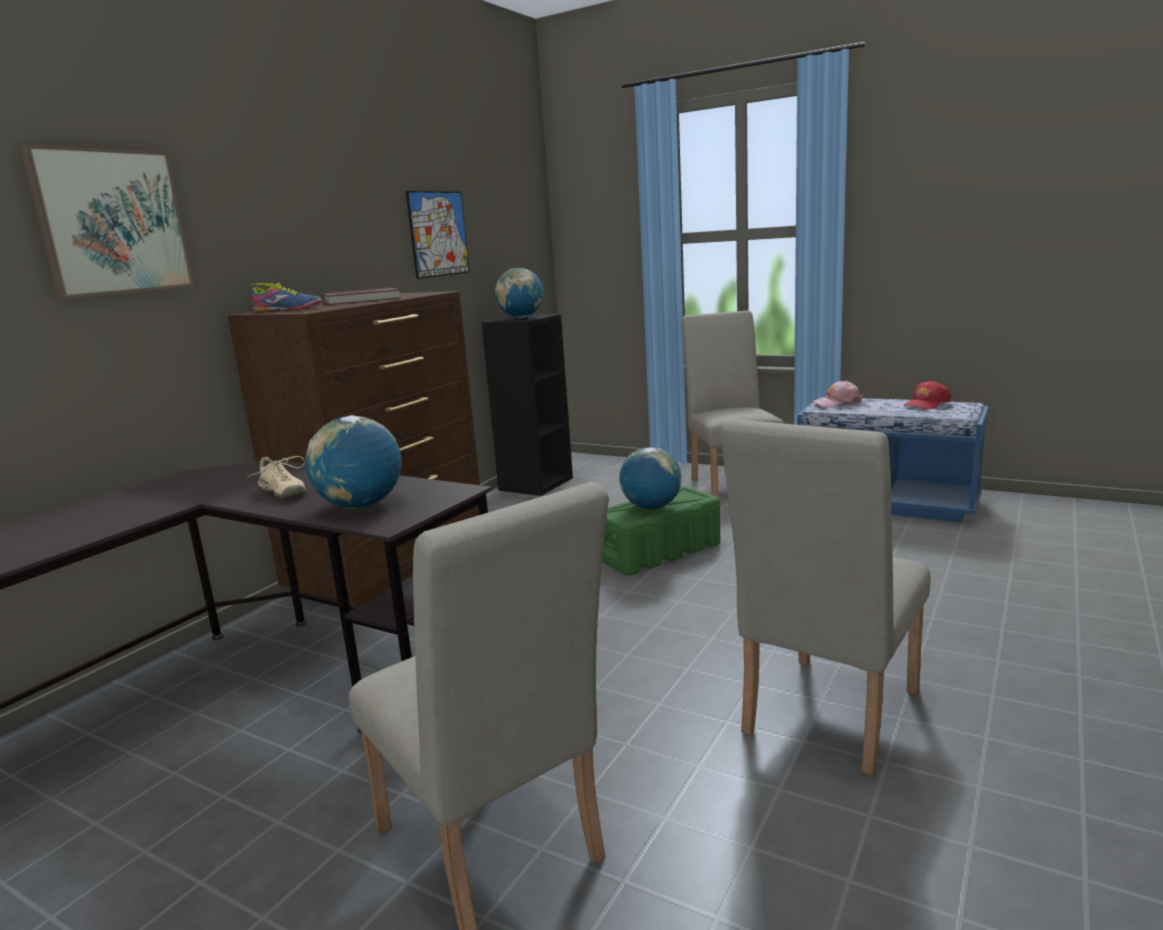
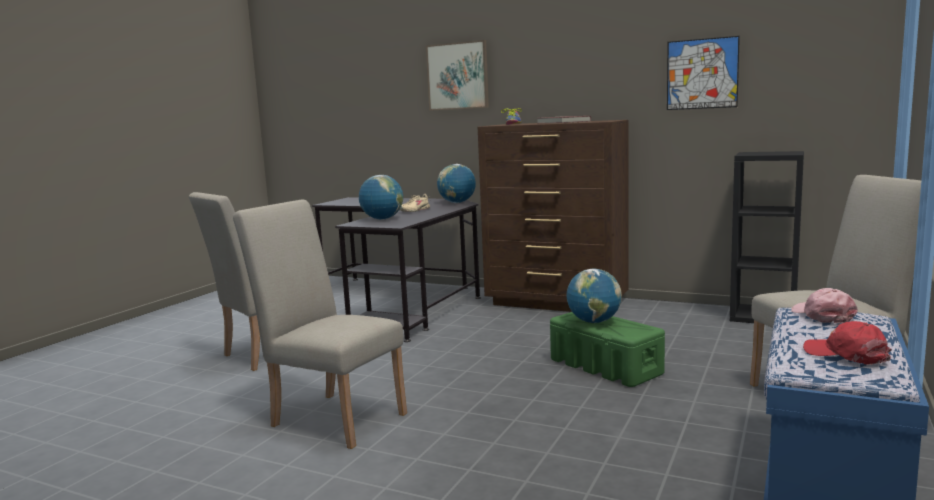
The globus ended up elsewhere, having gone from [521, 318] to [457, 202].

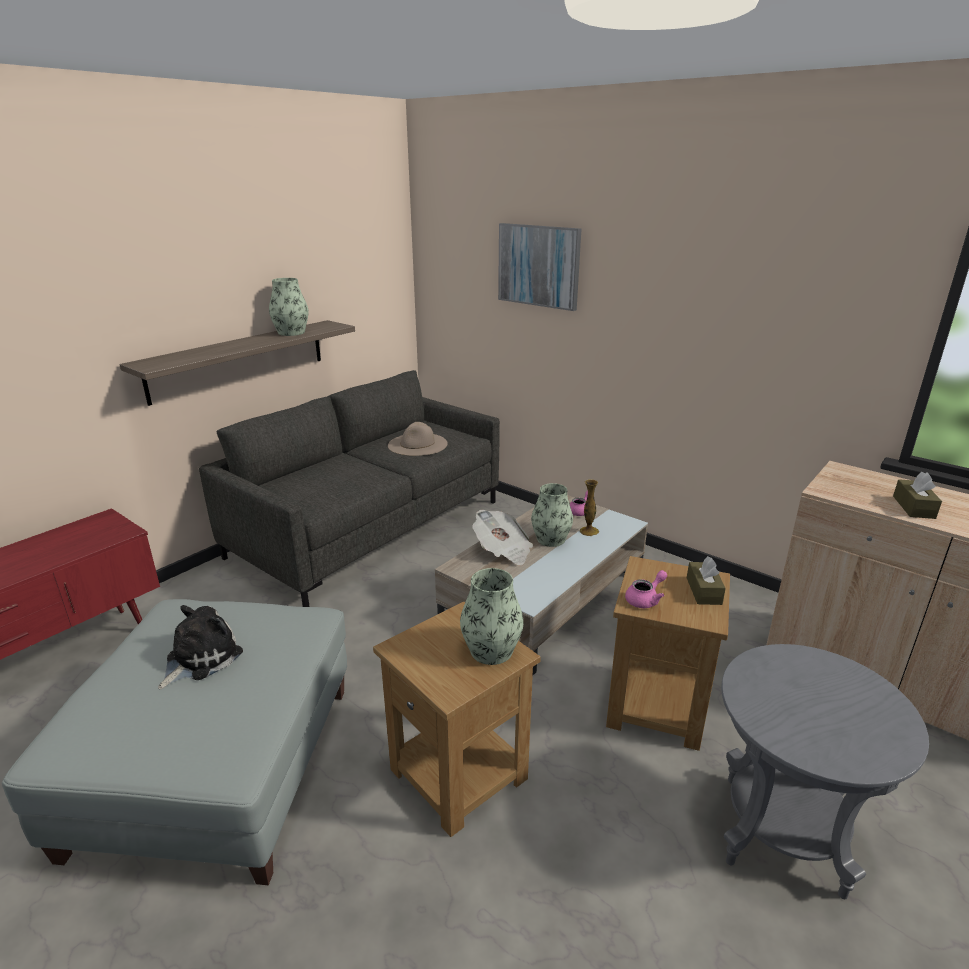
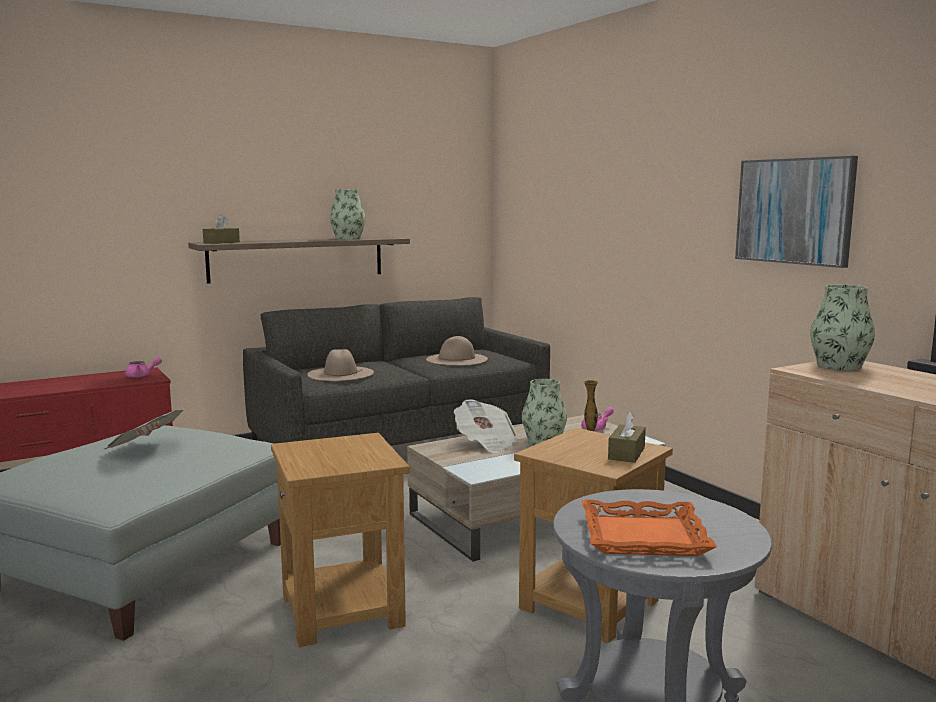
Where the pluszak stood at [200, 658], the gazeta came to stand at [145, 449].
The wazon ended up elsewhere, having gone from [491, 650] to [839, 366].
The obraz ended up elsewhere, having gone from [539, 266] to [794, 211].
The imbryk [różowy] ended up elsewhere, having gone from [645, 599] to [142, 376].
The pudełko chusteczek [brązowy] ended up elsewhere, having gone from [913, 507] to [221, 242].
The second view gained the kapelusz [beżowy] at [340, 373].
The second view gained the taca [pomarańczowy] at [644, 536].

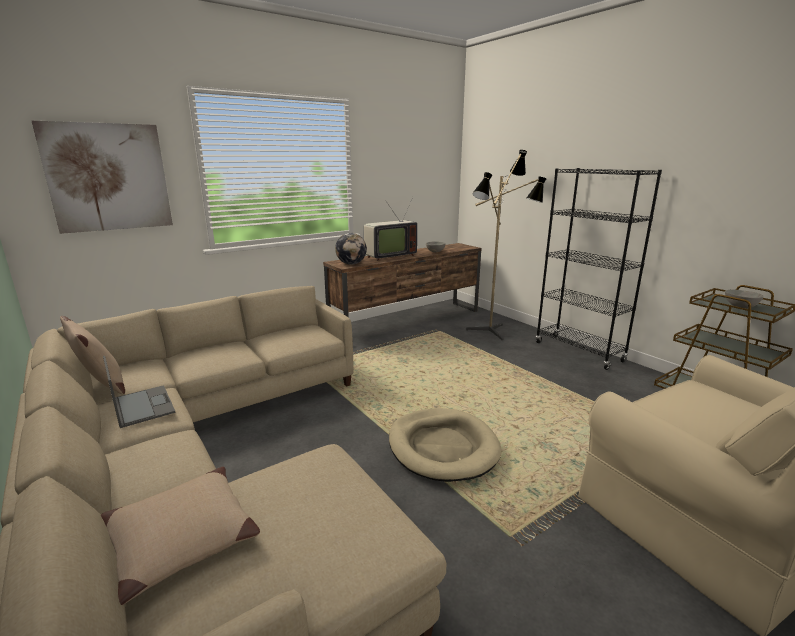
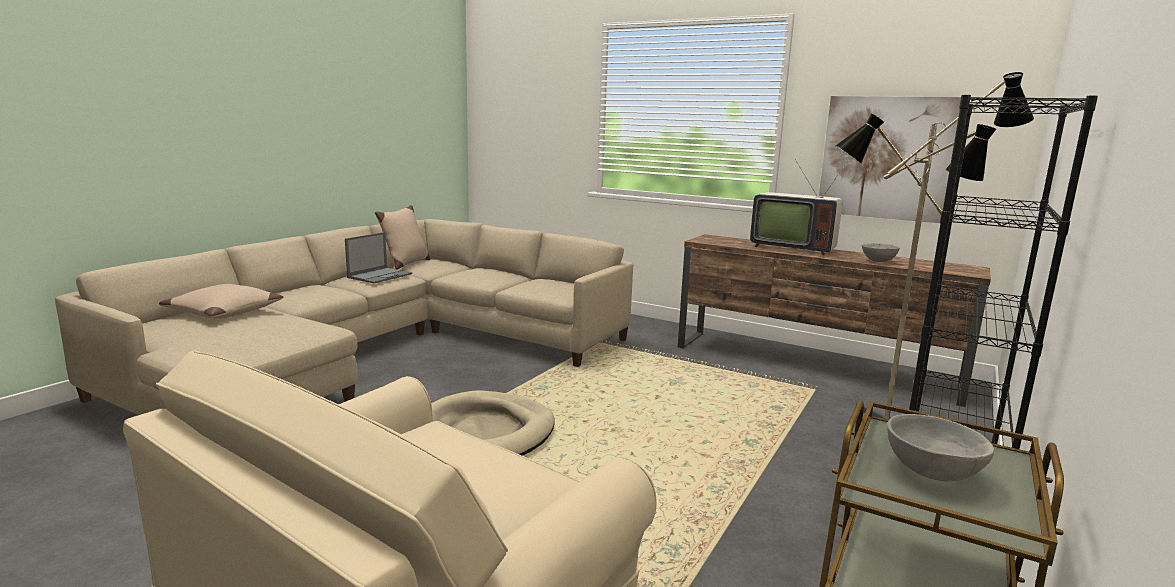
The obraz ended up elsewhere, having gone from [108, 177] to [885, 158].
The second view lost the globus at [351, 264].

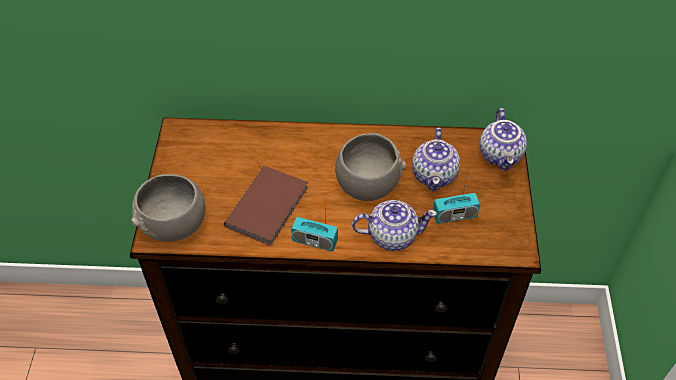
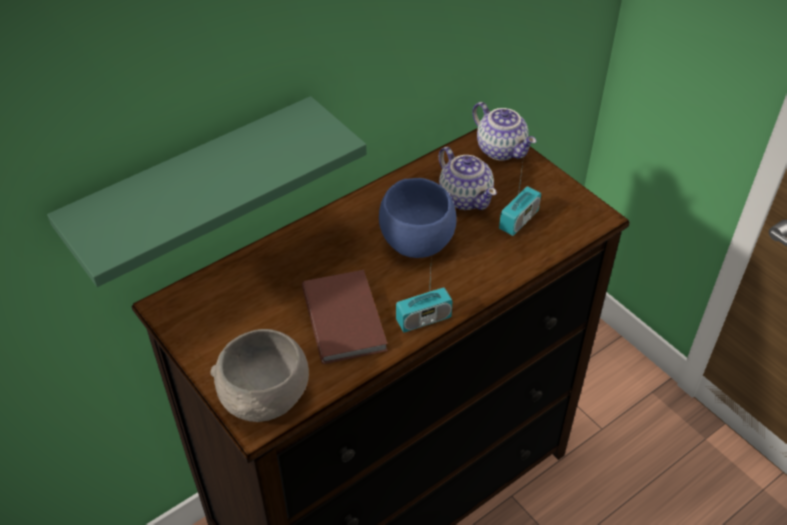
What was the miska [szary] at [368, 184] turned into the miska [niebieski] at [415, 240].
The second view lost the imbryk at [391, 235].
The second view gained the półka [zielony] at [195, 187].

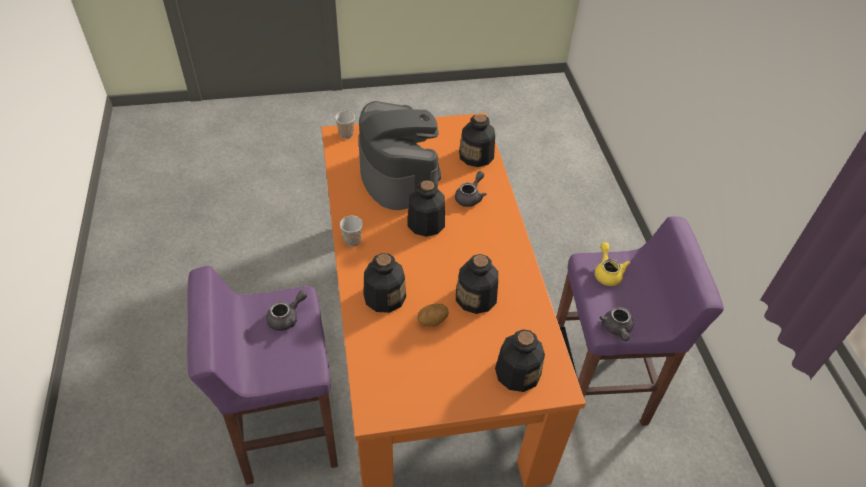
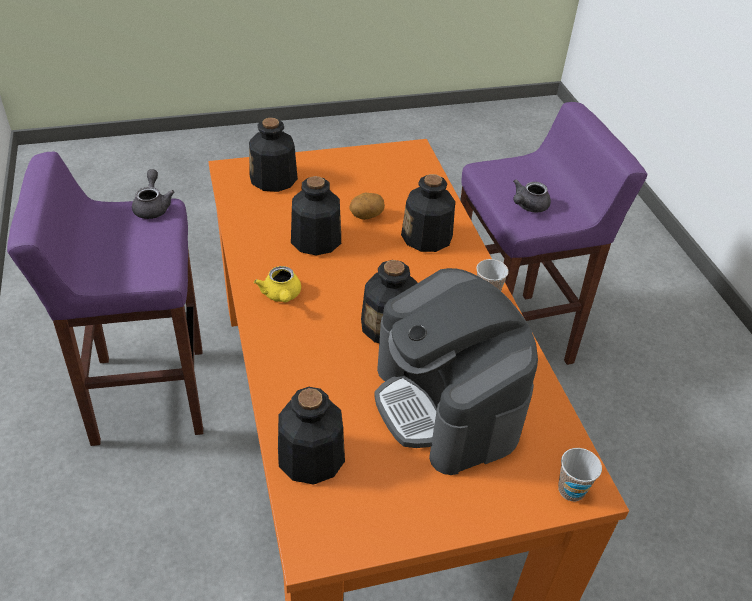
The second view lost the imbryk [szary] at [470, 197].
The imbryk [żółty] ended up elsewhere, having gone from [607, 272] to [281, 296].

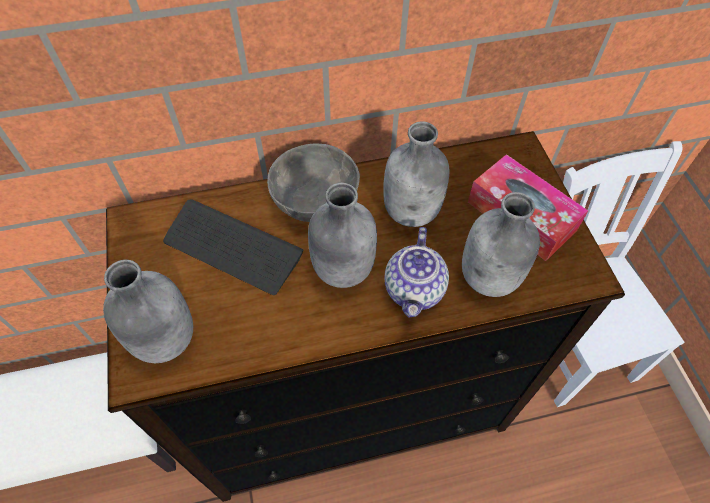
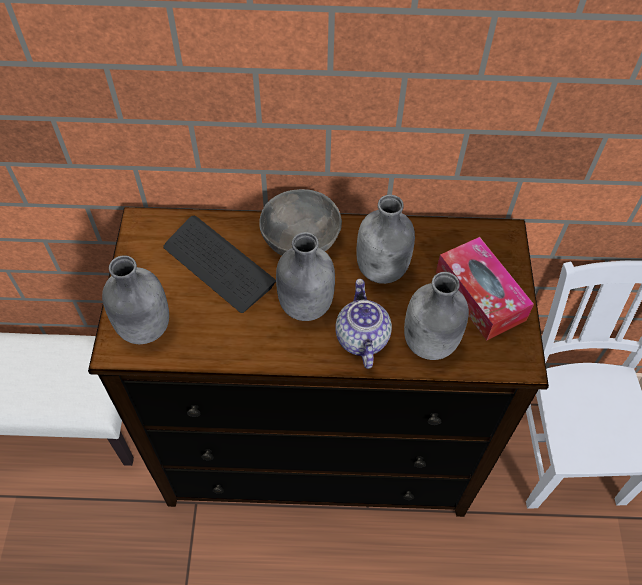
The imbryk at [415, 290] ended up facing another way, 150 degrees clockwise from before.

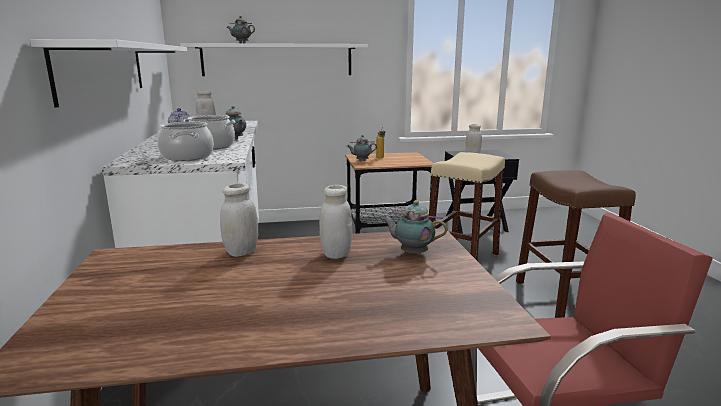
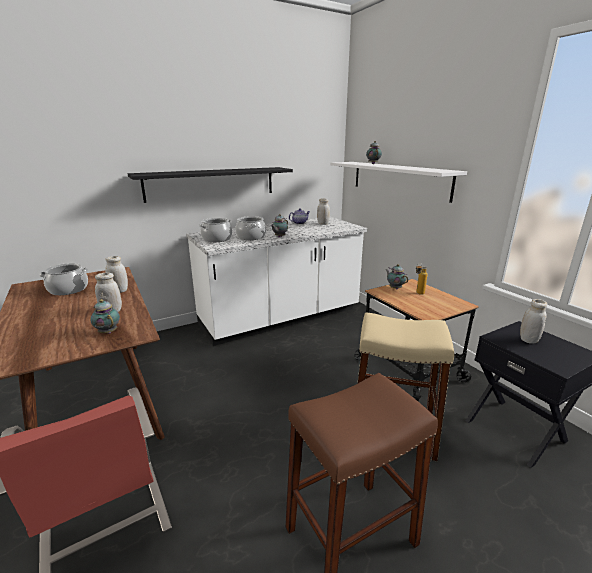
What was the półka [biały] at [104, 70] turned into the półka [czarny] at [211, 183].
The imbryk at [412, 253] ended up facing another way, 45 degrees counterclockwise from before.
The second view gained the garnek at [68, 289].

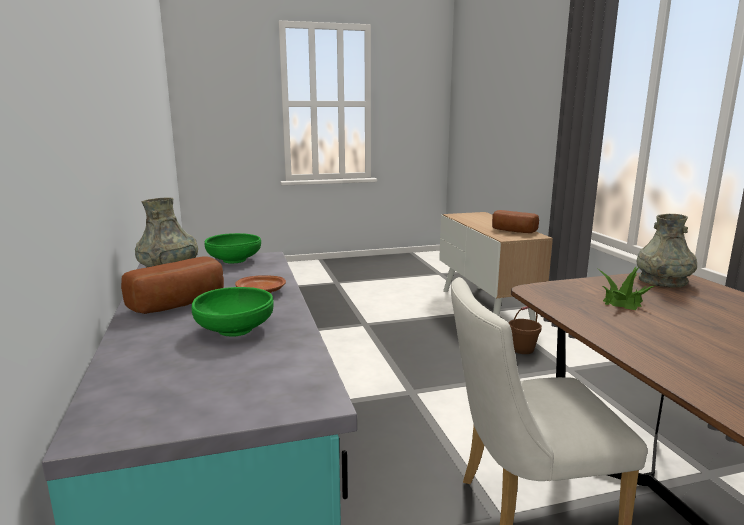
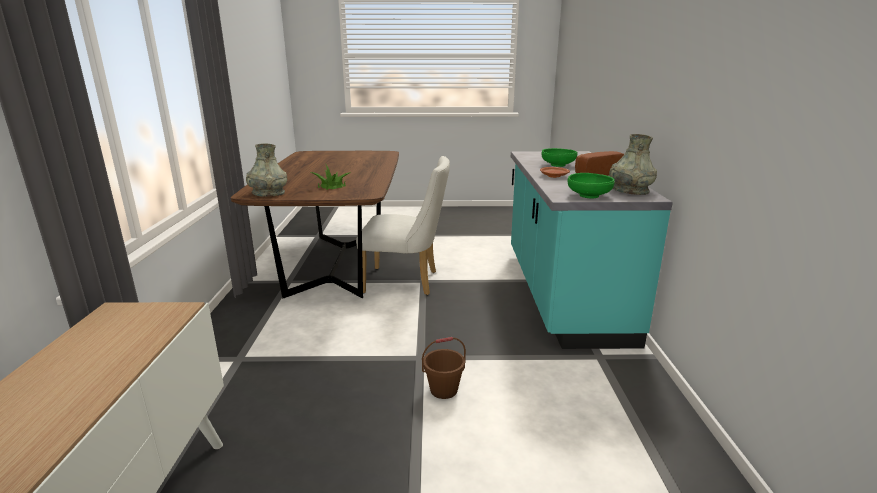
The second view lost the chleb at [512, 231].
The wiadro [brązowy] ended up elsewhere, having gone from [522, 349] to [444, 390].

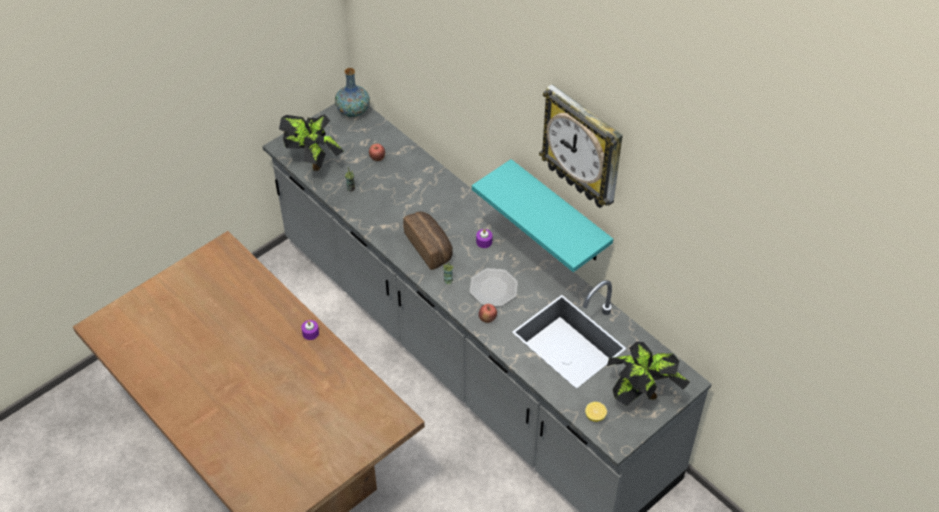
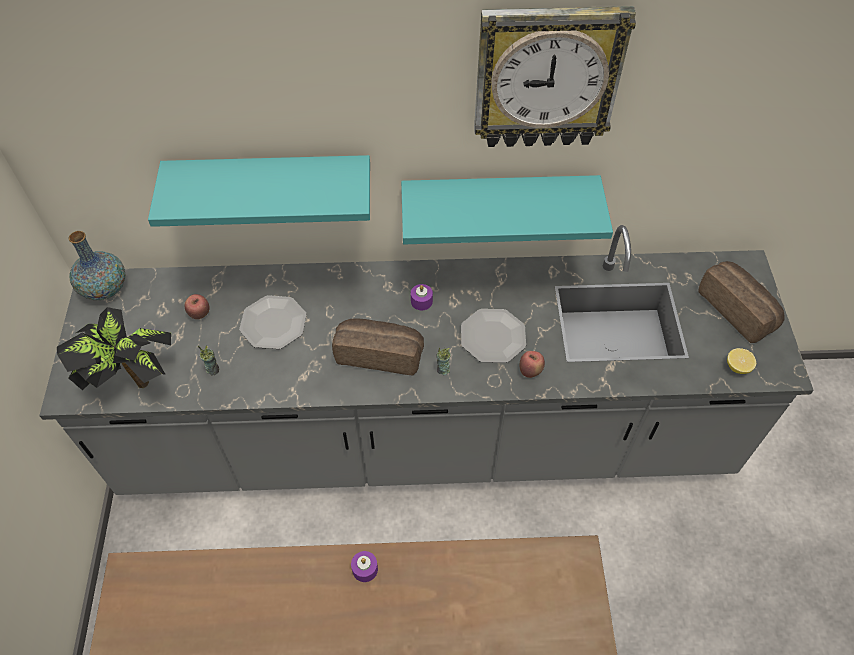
Where the roślina doniczkowa stood at [642, 394], the chleb came to stand at [738, 309].
The second view gained the półka [turkusowy] at [270, 182].
The second view gained the talerz at [273, 323].

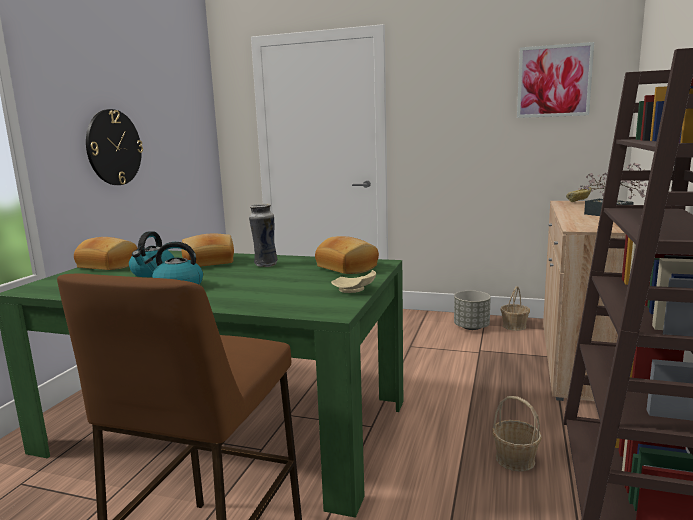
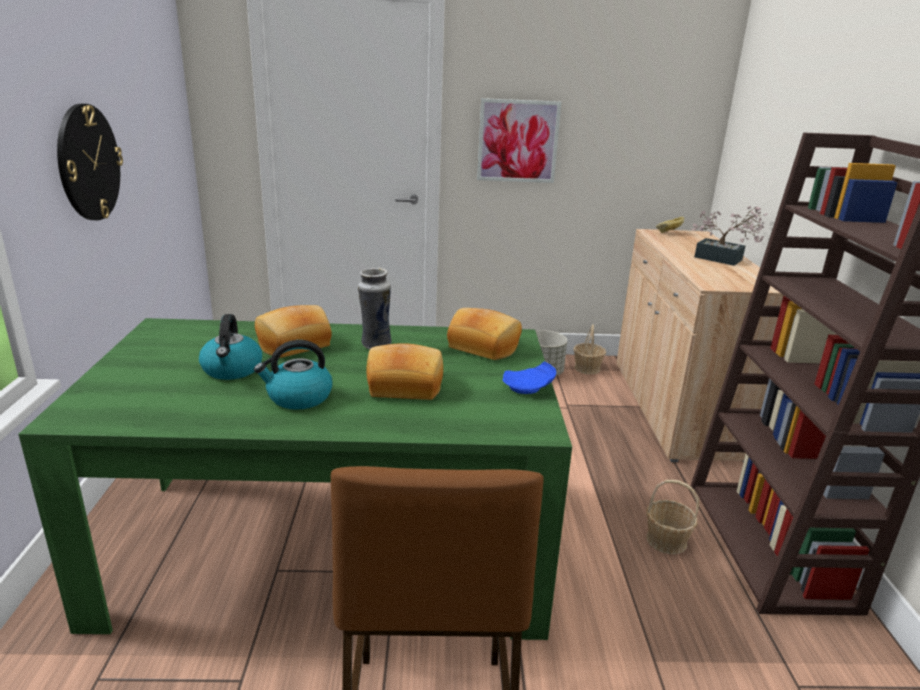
The chleb ended up elsewhere, having gone from [109, 265] to [405, 385].
What was the talerz [beżowy] at [354, 290] turned into the talerz [niebieski] at [529, 388].
The obraz ended up elsewhere, having gone from [554, 81] to [517, 141].

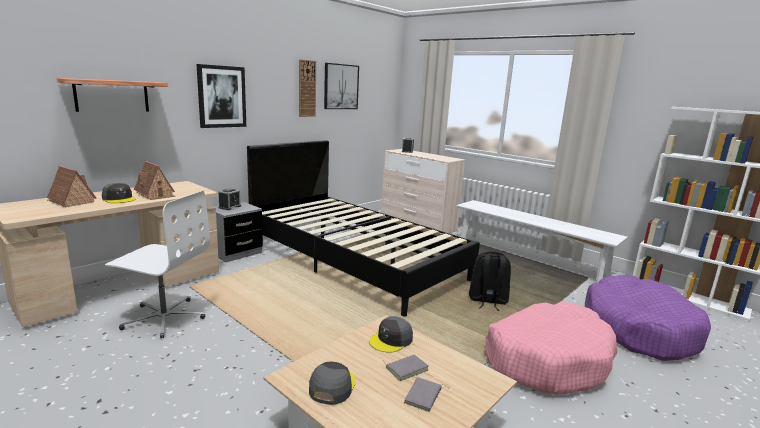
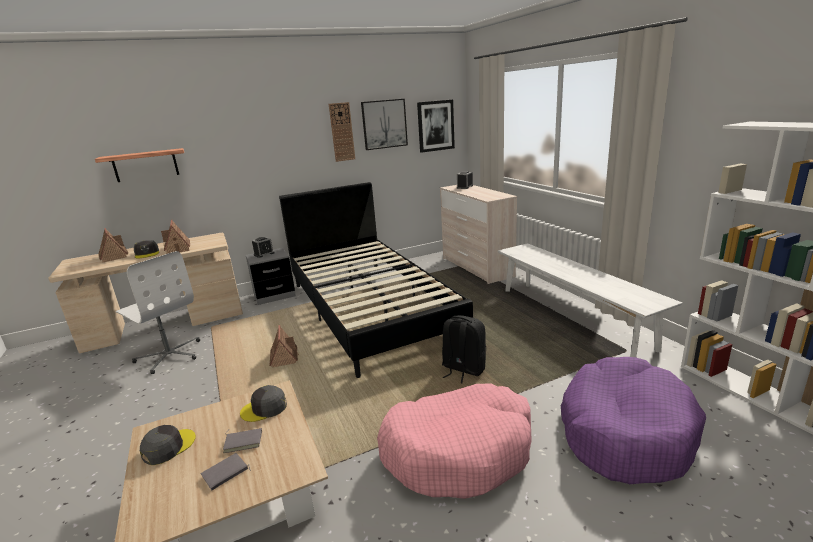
The obraz ended up elsewhere, having gone from [221, 96] to [435, 126].
The second view gained the domek at [284, 357].

